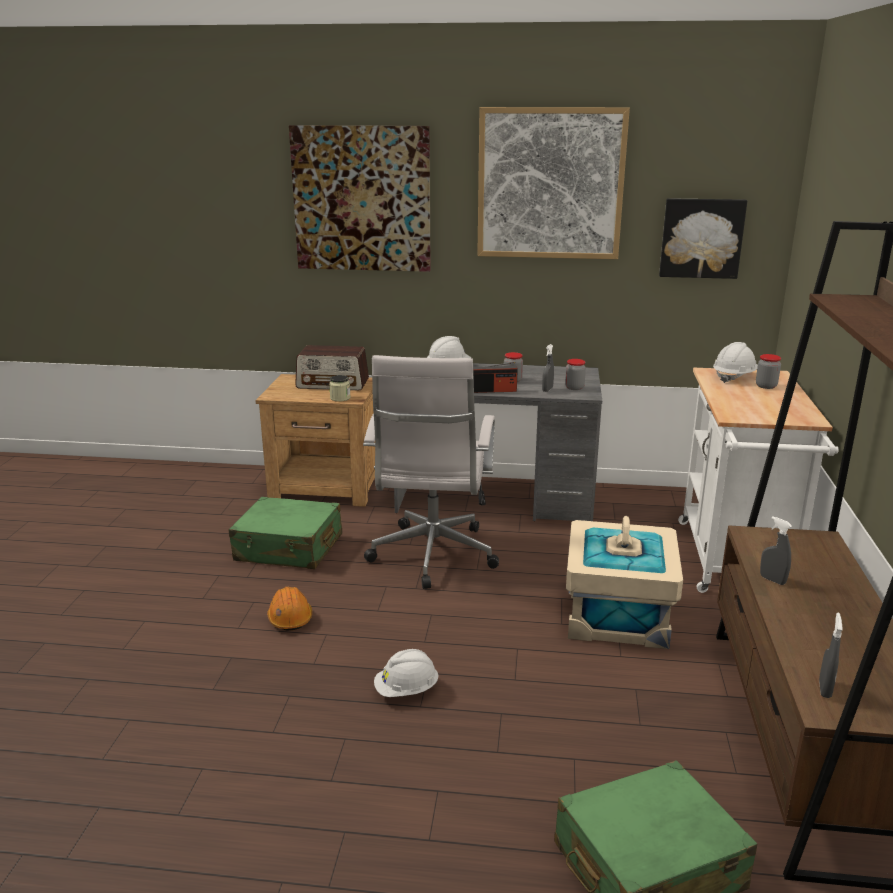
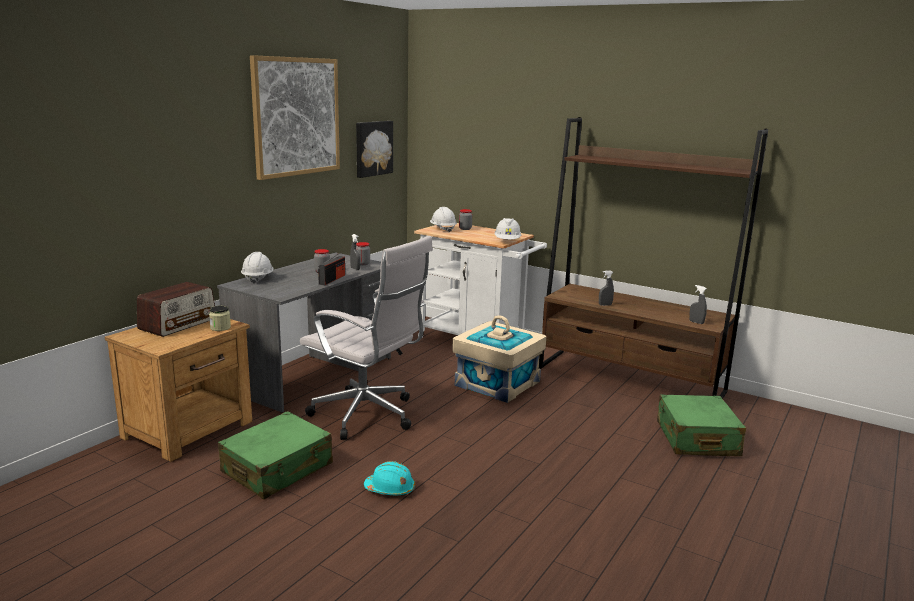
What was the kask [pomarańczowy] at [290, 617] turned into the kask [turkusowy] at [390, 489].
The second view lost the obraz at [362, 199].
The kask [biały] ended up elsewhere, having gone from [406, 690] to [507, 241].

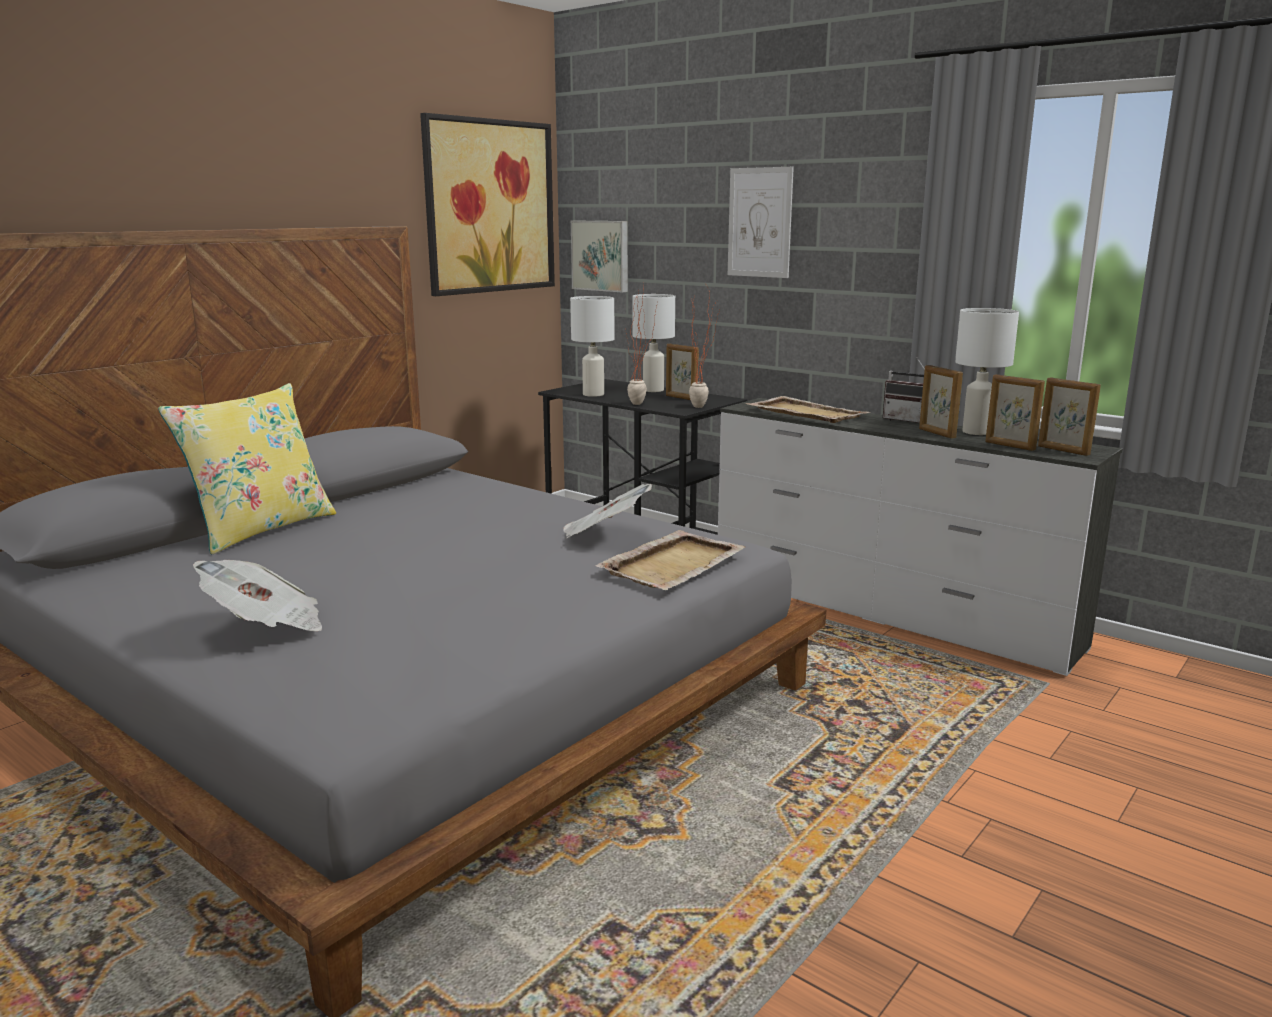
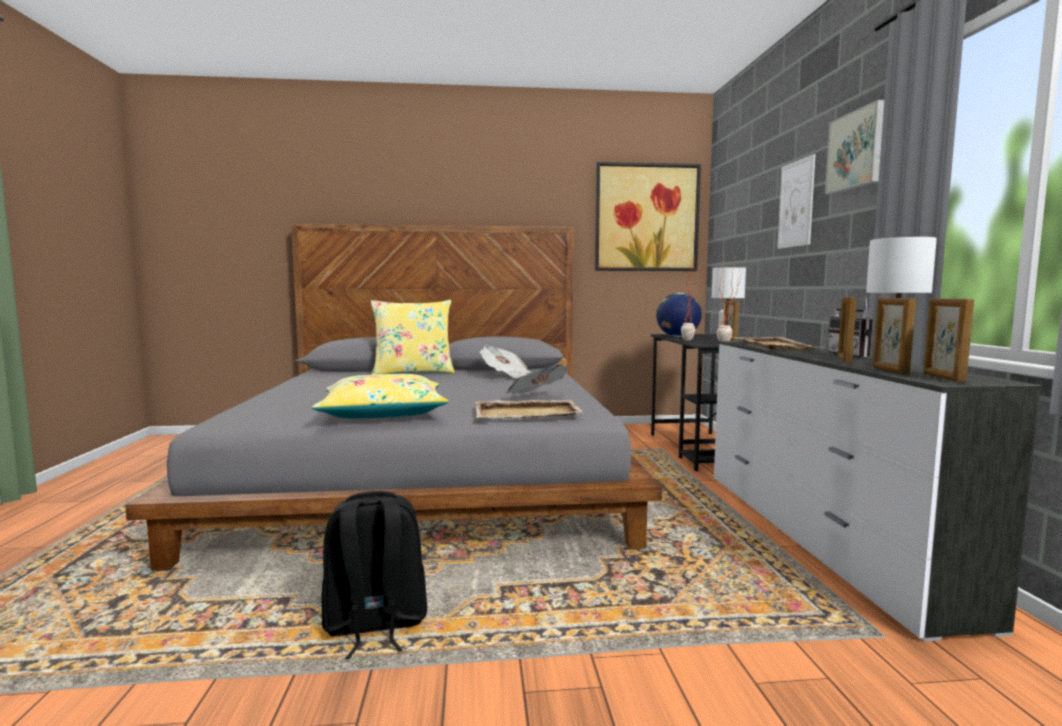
The gazeta ended up elsewhere, having gone from [266, 625] to [505, 375].
Where the lampa stołowa [biały] stood at [593, 394], the globus came to stand at [677, 336].
The obraz ended up elsewhere, having gone from [601, 255] to [858, 150].
The second view gained the poduszka [żółty] at [383, 413].
The second view gained the plecak [czarny] at [375, 625].

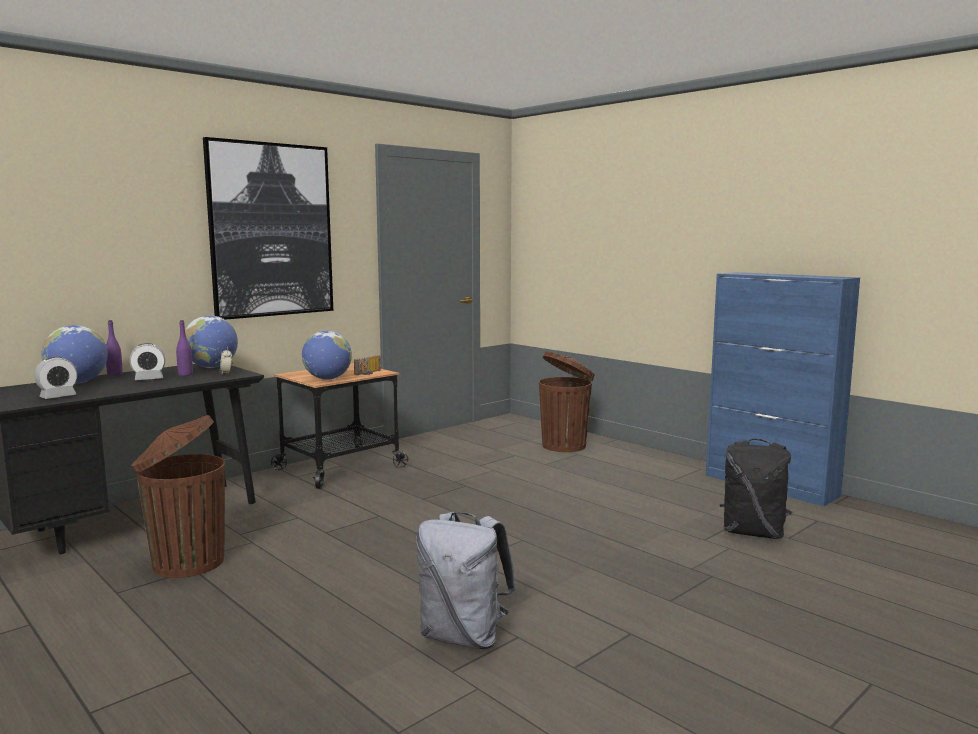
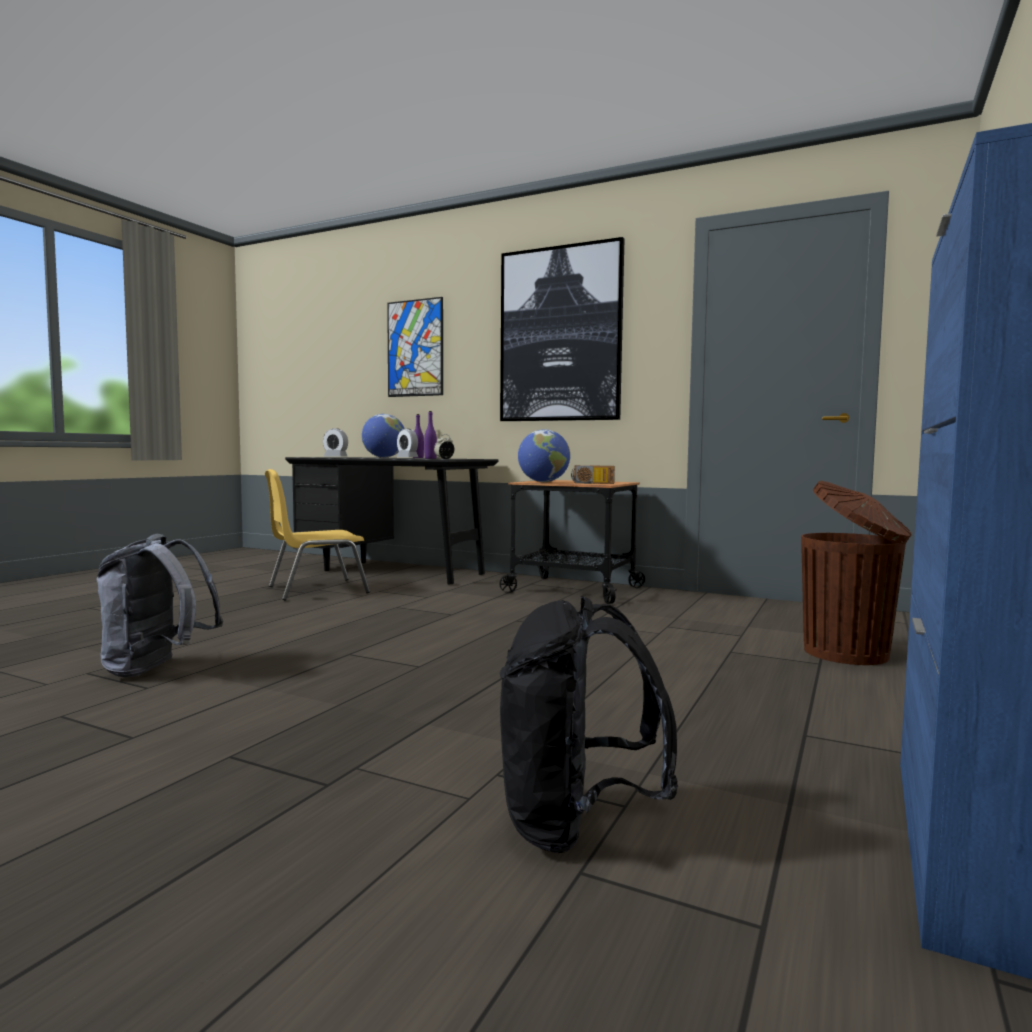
Where the kosz na śmieci [brązowy] stood at [186, 563], the krzesło [żółty] came to stand at [316, 590].
The second view lost the globus at [212, 367].
The second view gained the obraz at [415, 348].

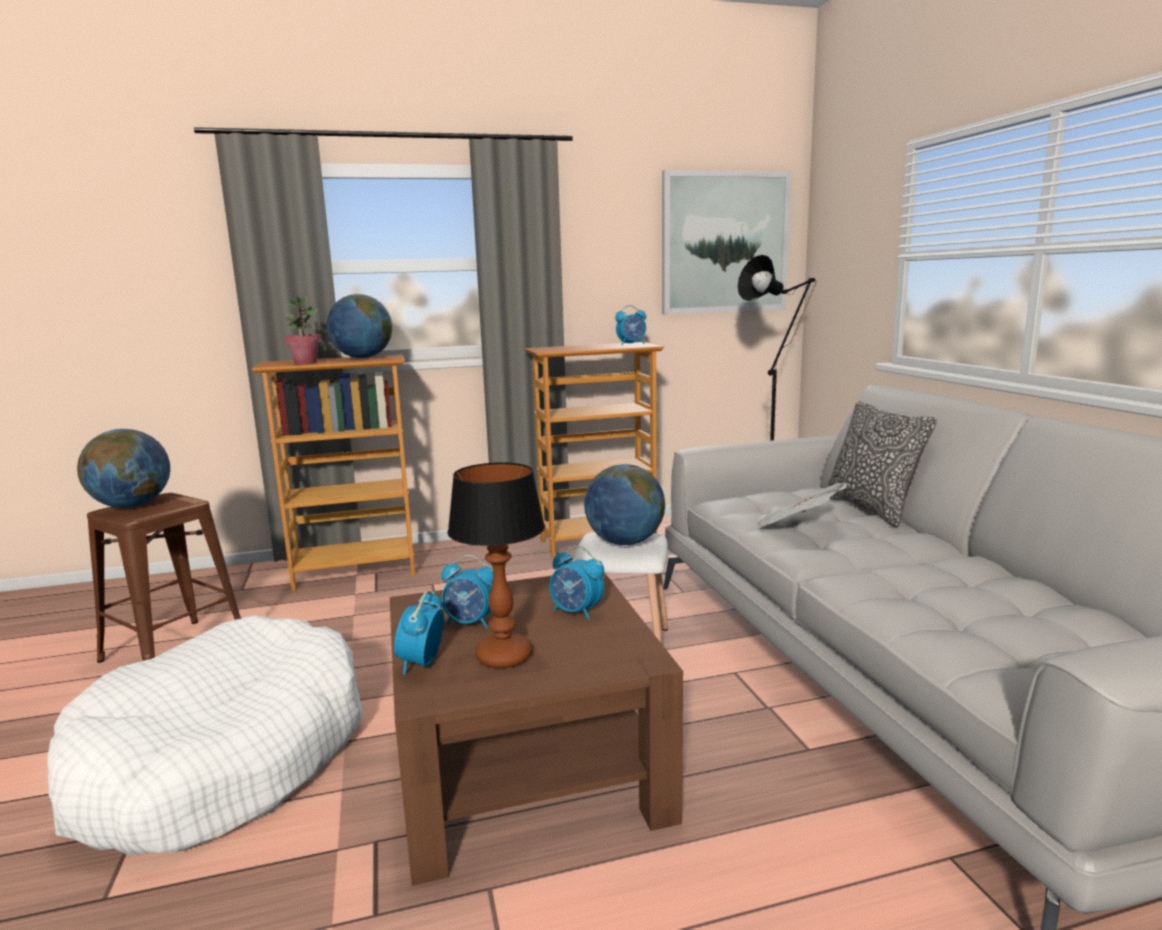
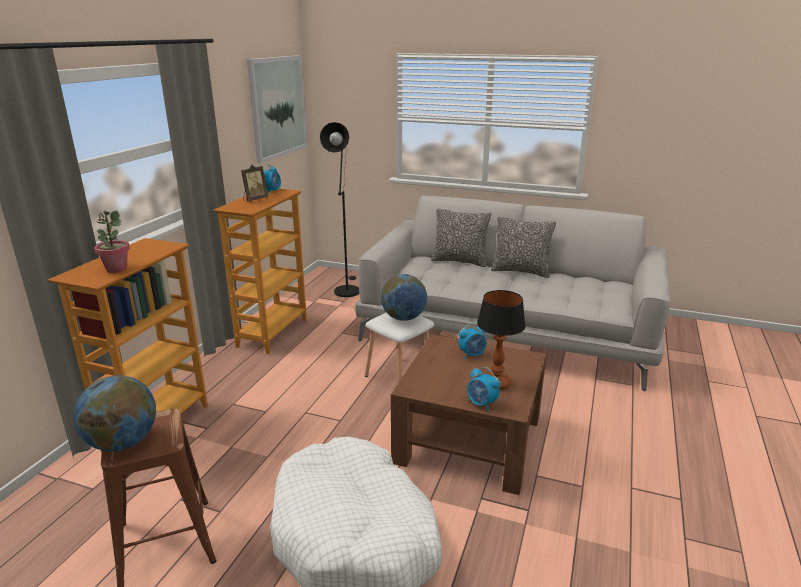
The second view lost the globus at [363, 358].
The second view lost the budzik at [471, 623].
The second view lost the gazeta at [796, 527].
The second view gained the ramka na zdjęcie at [254, 199].
The second view gained the poduszka at [520, 271].

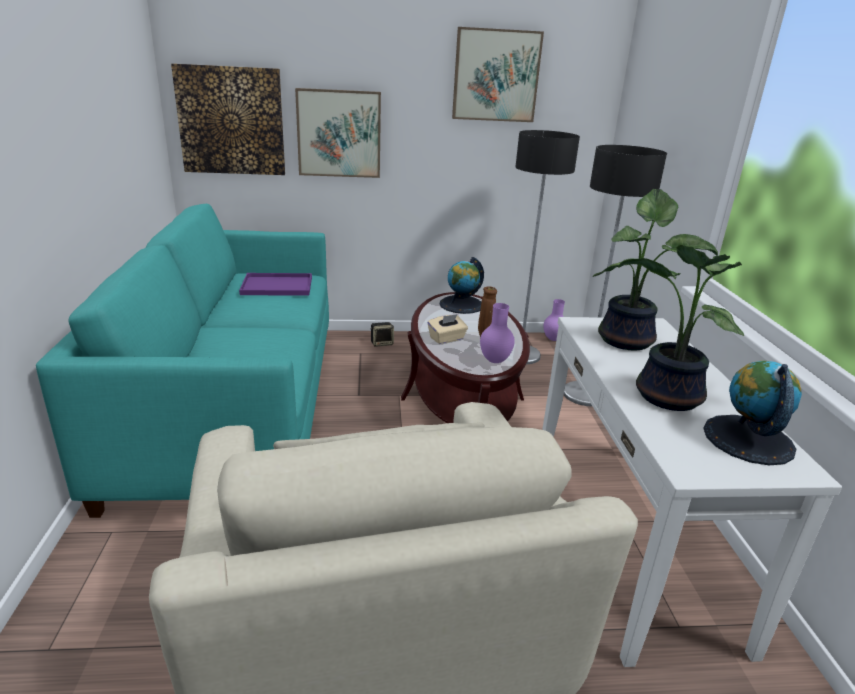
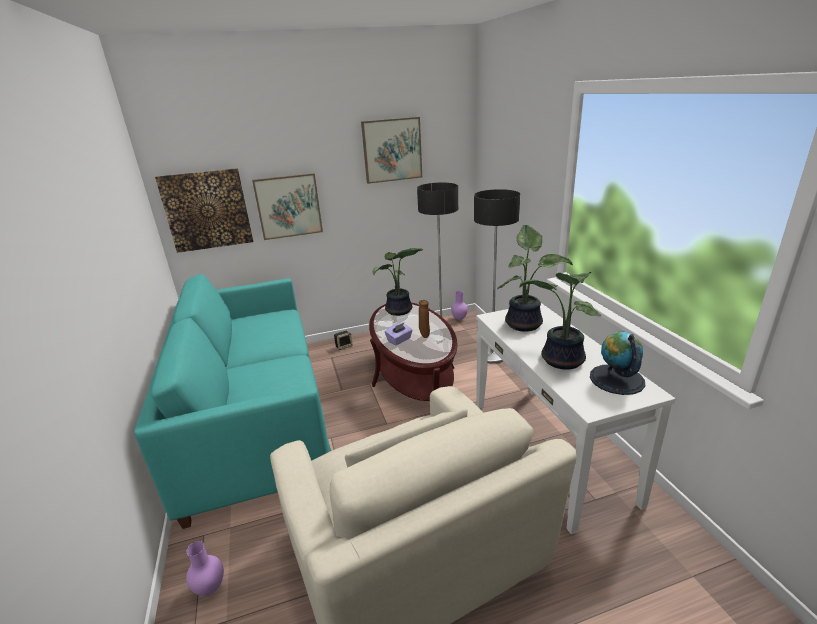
The second view lost the taca [fioletowy] at [275, 286].
What was the pudełko chusteczek [beżowy] at [447, 339] turned into the pudełko chusteczek [fioletowy] at [399, 340].
Where the globus stood at [461, 305], the roślina doniczkowa came to stand at [399, 311].
The wazon [fioletowy] ended up elsewhere, having gone from [495, 361] to [210, 588].

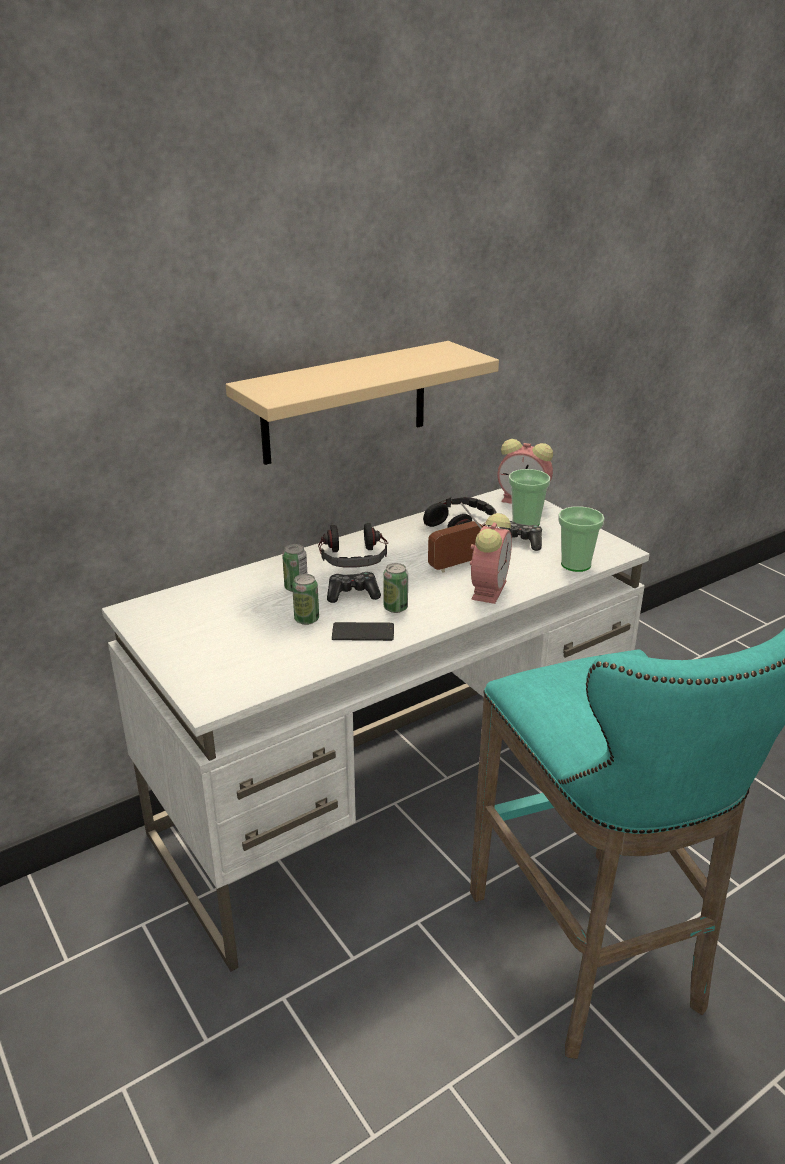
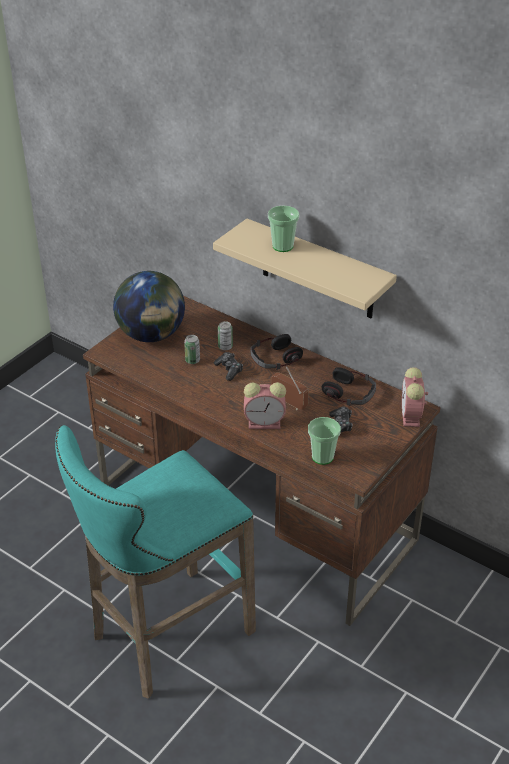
What was the biurko [biały] at [392, 799] turned into the biurko [brązowy] at [257, 514].
The second view lost the telefon at [363, 633].
The second view lost the puszka at [395, 608].
The filiżanka ended up elsewhere, having gone from [525, 523] to [282, 246].
The second view gained the globus at [151, 335].

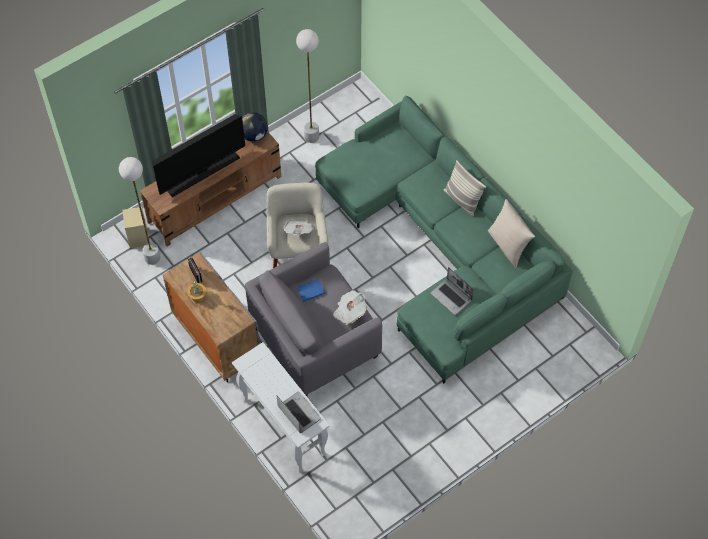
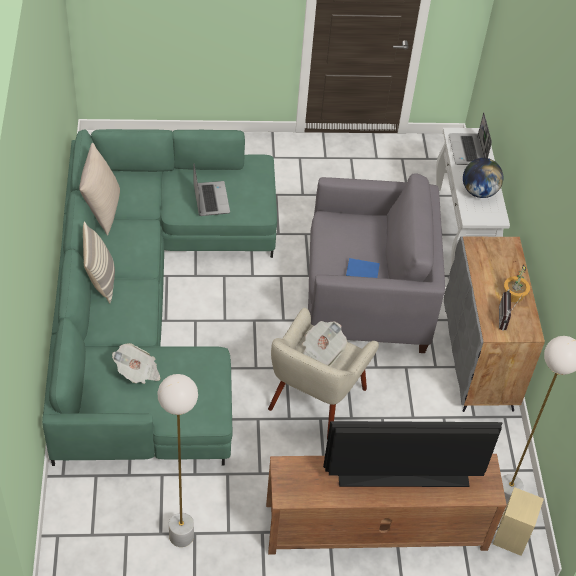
The globus ended up elsewhere, having gone from [254, 135] to [479, 192].
The gazeta ended up elsewhere, having gone from [349, 312] to [138, 372].

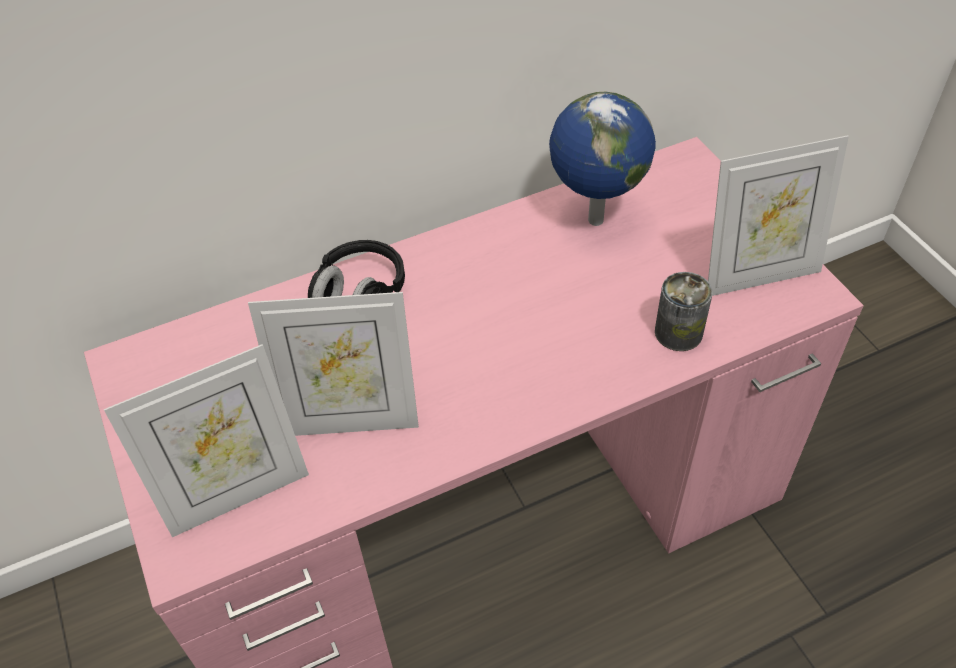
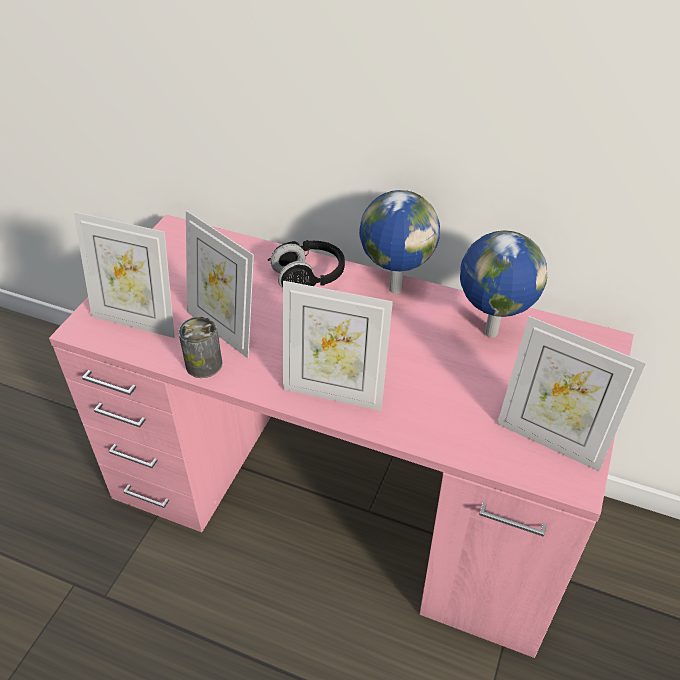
The puszka ended up elsewhere, having gone from [678, 332] to [204, 364].
The second view gained the ramka na zdjęcie at [334, 392].
The second view gained the globus at [394, 288].

